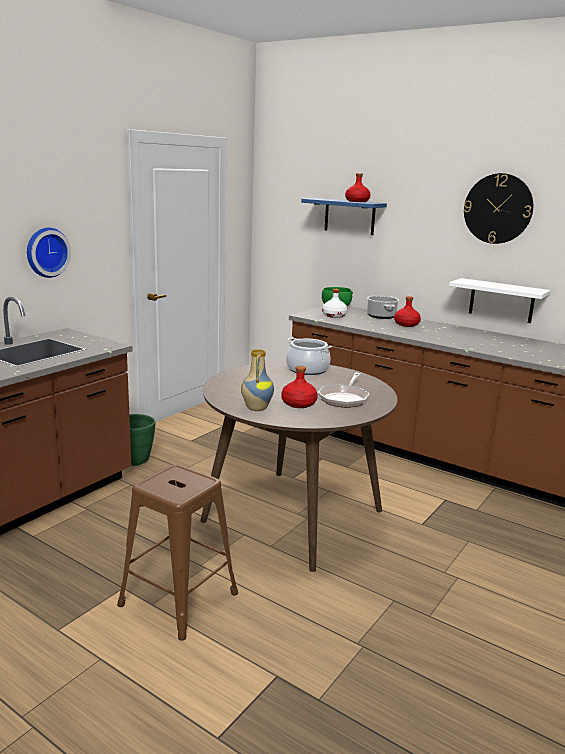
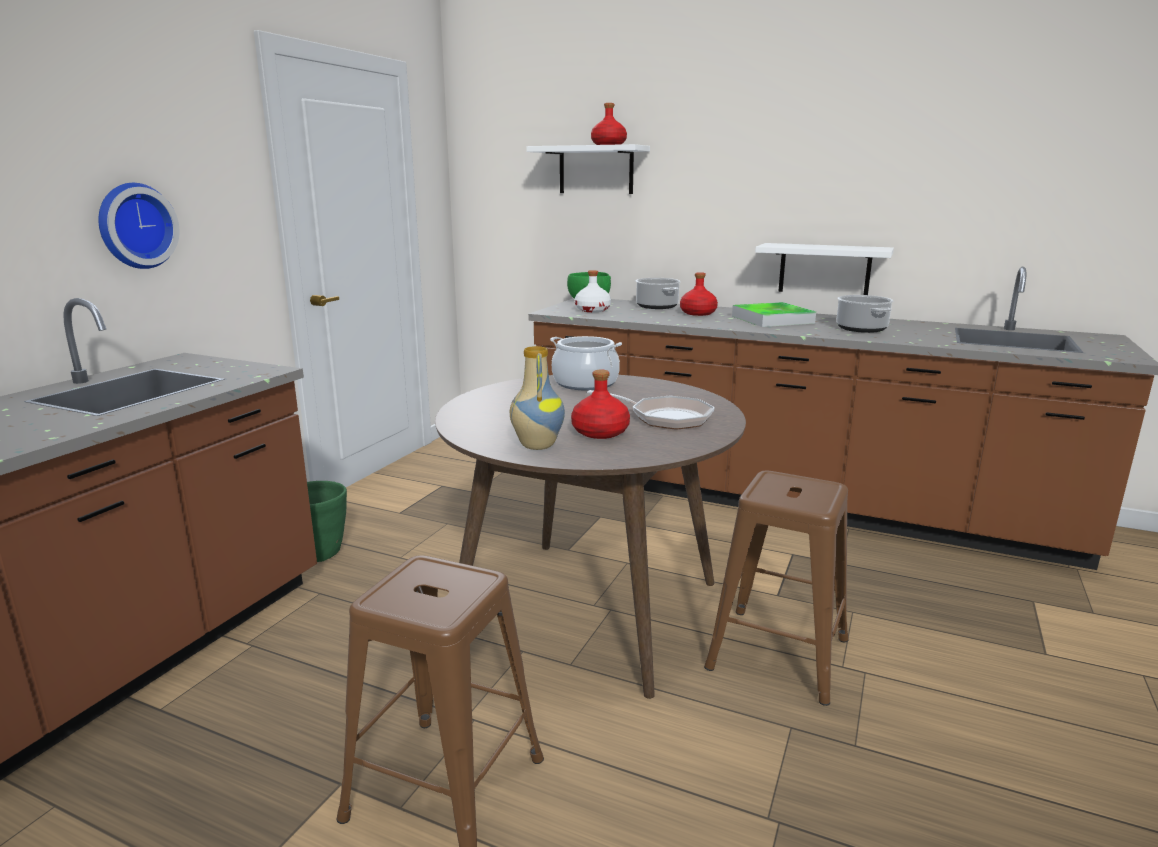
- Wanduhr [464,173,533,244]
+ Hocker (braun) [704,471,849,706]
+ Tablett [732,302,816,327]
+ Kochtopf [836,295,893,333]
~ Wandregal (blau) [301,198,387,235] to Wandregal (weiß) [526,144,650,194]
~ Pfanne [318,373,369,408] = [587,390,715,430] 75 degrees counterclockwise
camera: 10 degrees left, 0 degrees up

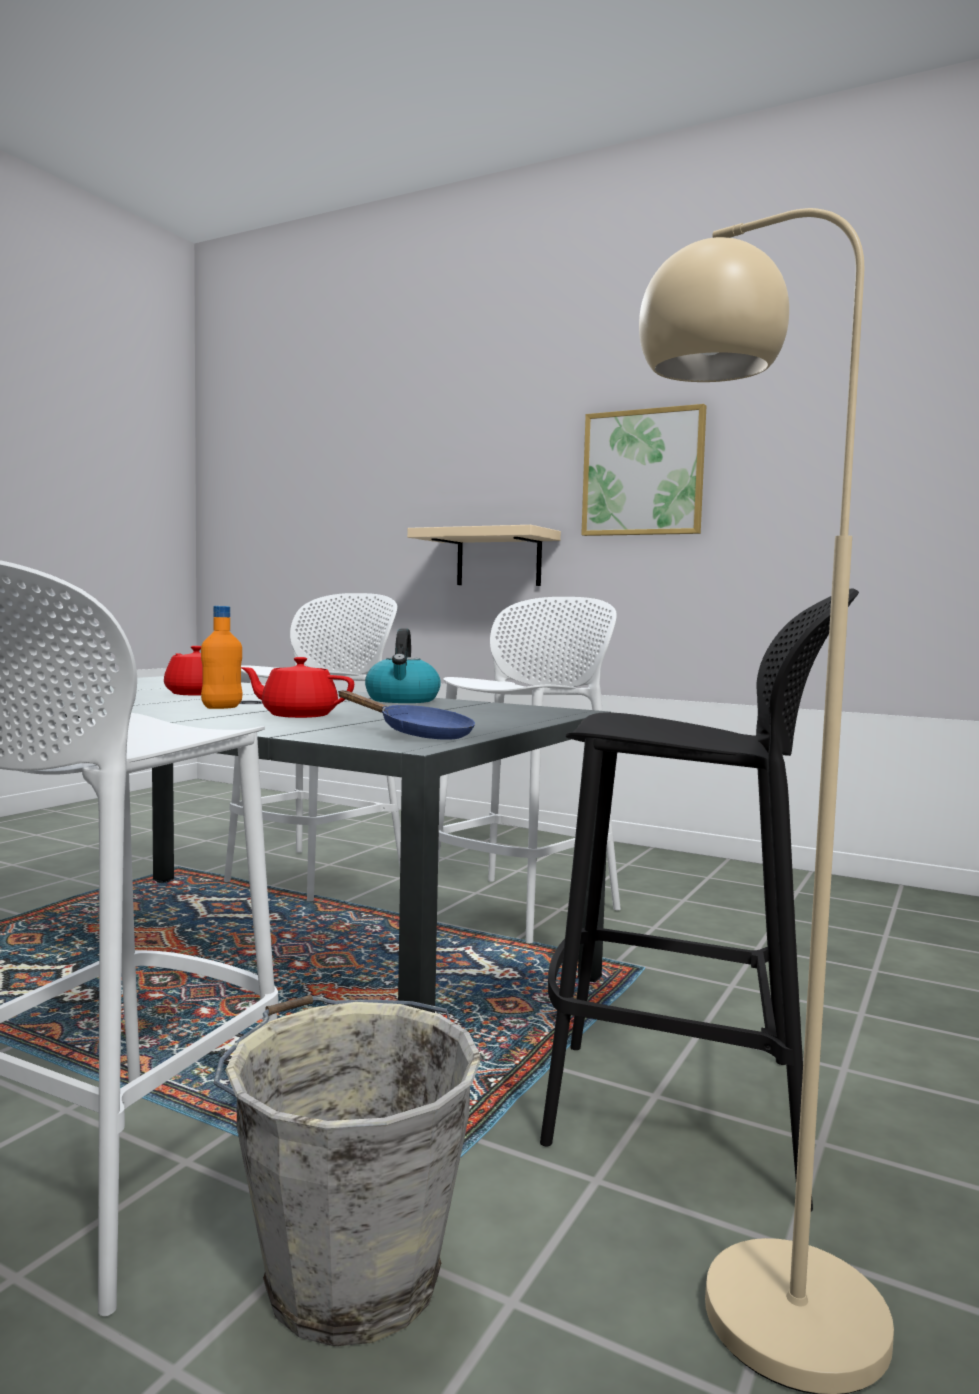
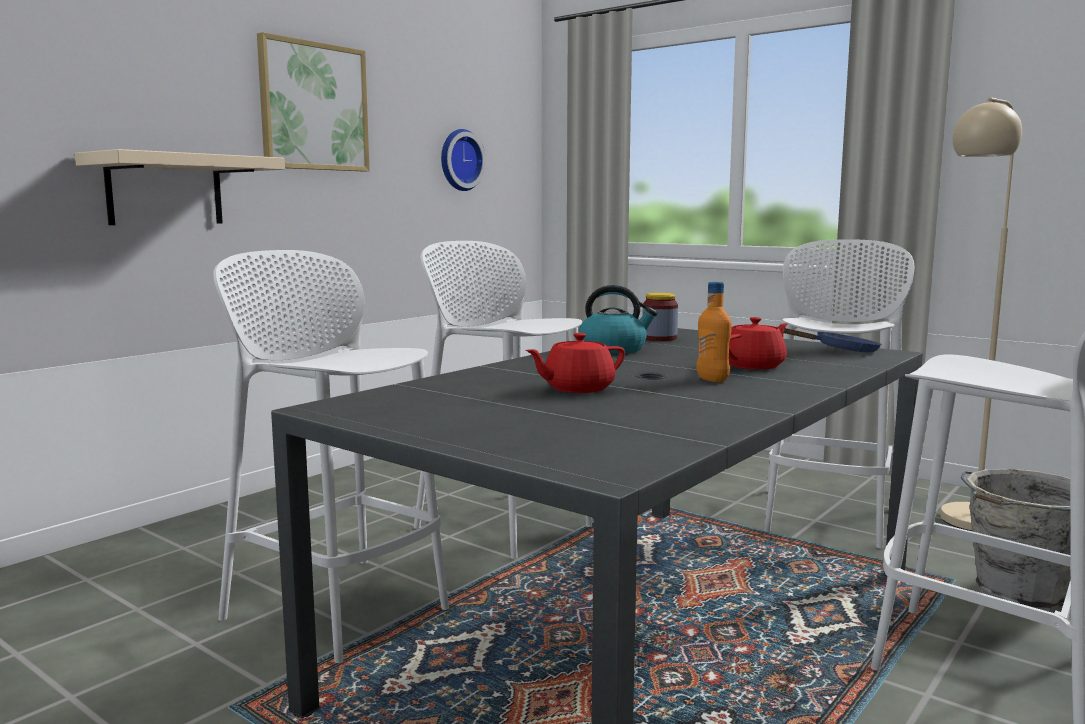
+ Wanduhr [441,129,486,191]
+ Vorratsglas [642,293,678,341]
~ Hocker (schwarz) [540,588,859,1212] to Hocker (weiß) [764,239,914,548]
~ Teekanne (rot) [240,657,354,718] = [729,317,788,370] 150 degrees counterclockwise
~ Pfanne (blau) [338,690,475,740] = [777,327,881,352] 45 degrees clockwise
camera: 80 degrees left, 5 degrees up

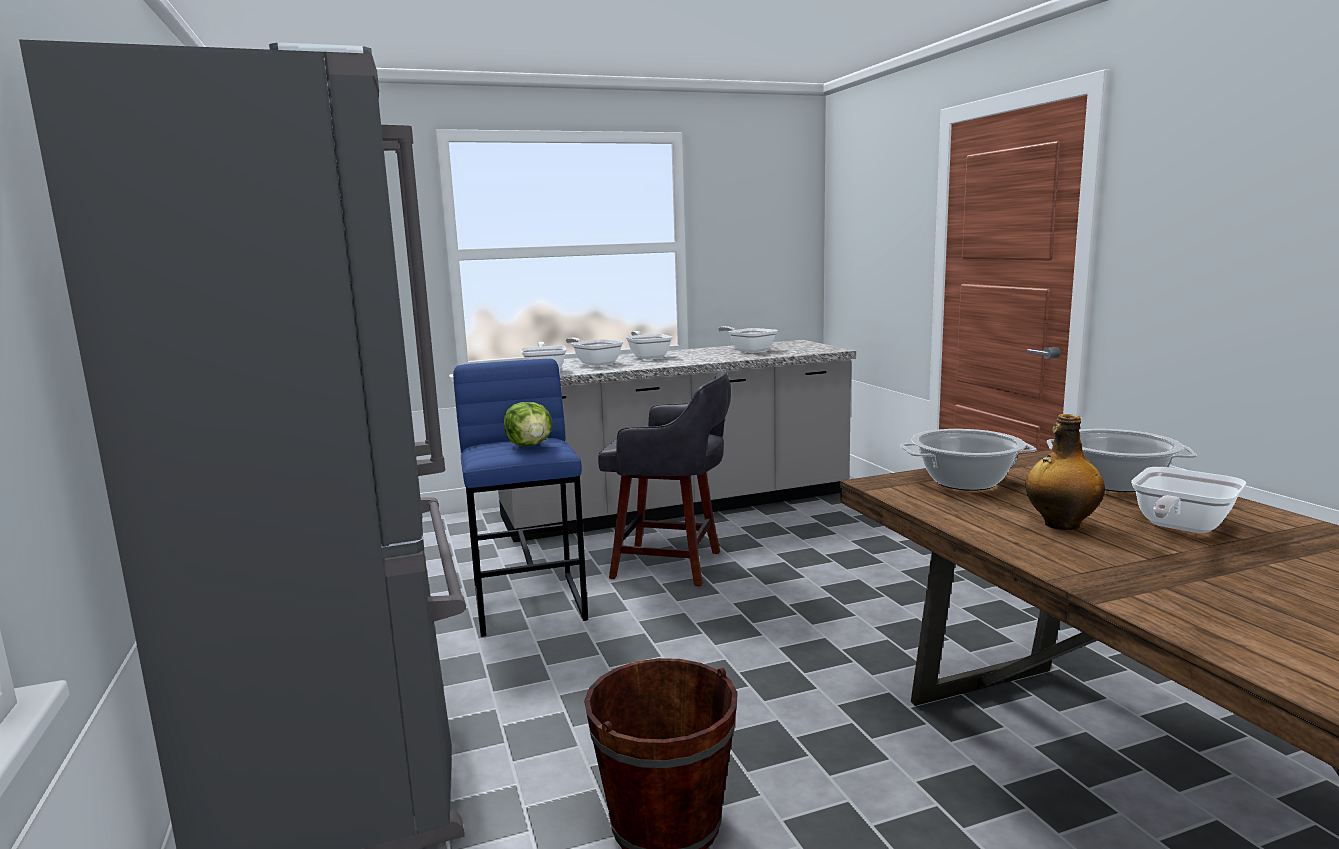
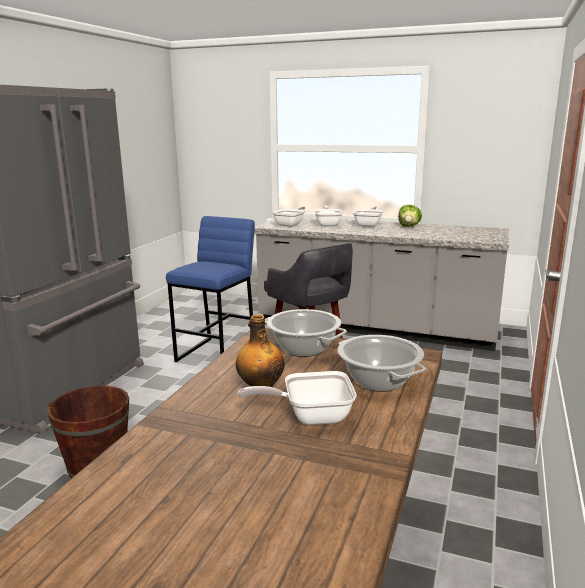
- Pfanne [718,326,778,353]
~ Salatkopf [504,402,552,446] to [398,205,422,227]
camera: 40 degrees right, 5 degrees up

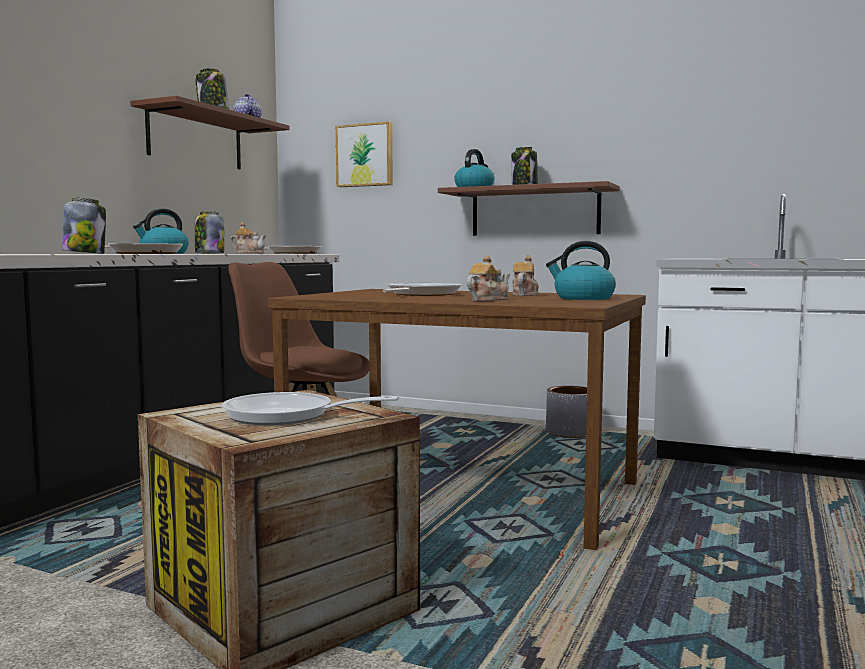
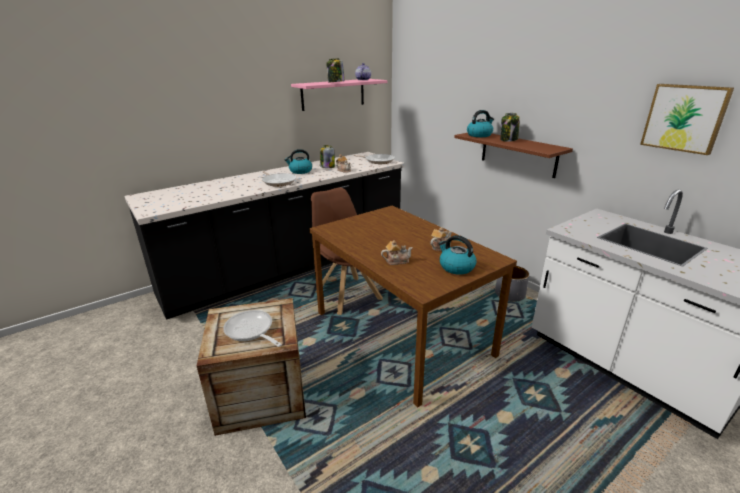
- Vorratsglas [62,197,106,254]
- Pfanne [382,283,462,296]
~ Bild [336,121,393,187] to [640,84,734,155]
~ Wandregal (braun) [130,96,290,170] to Wandregal (rosa) [291,79,387,111]
camera: 30 degrees right, 20 degrees up

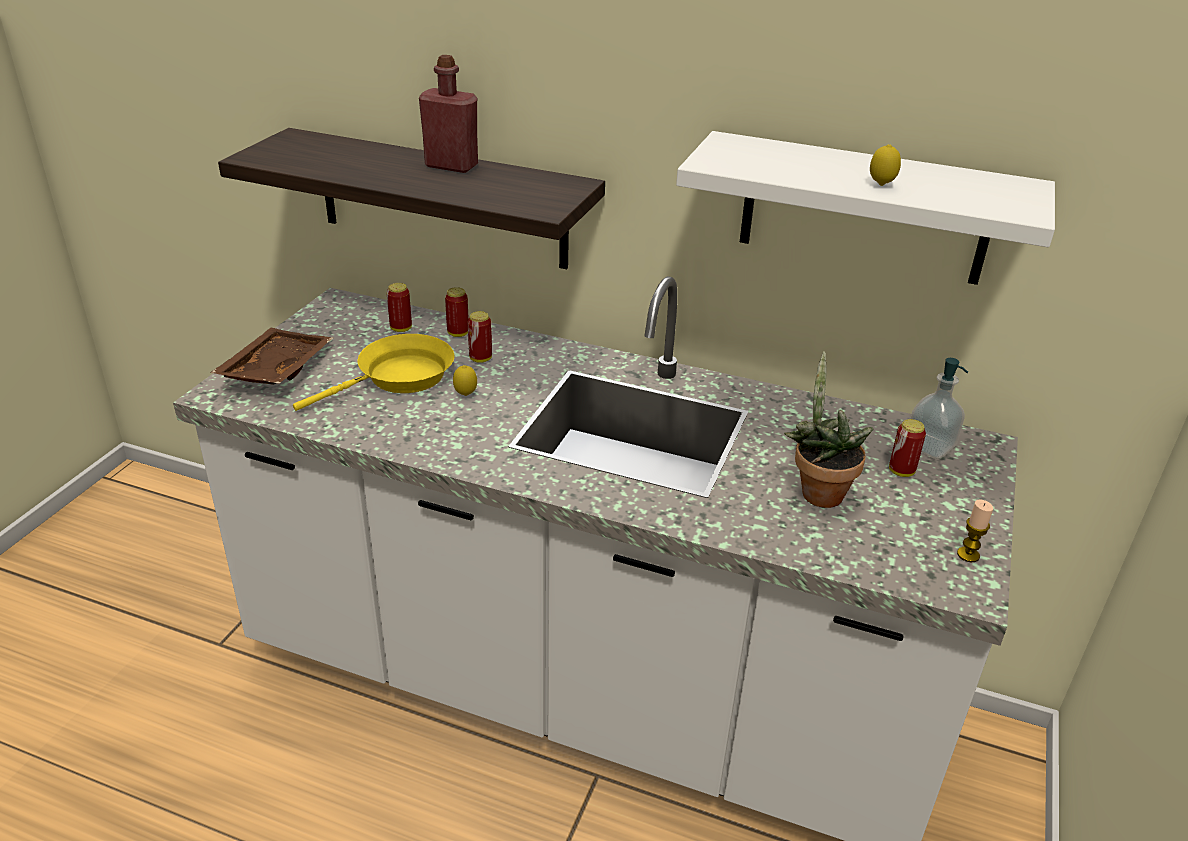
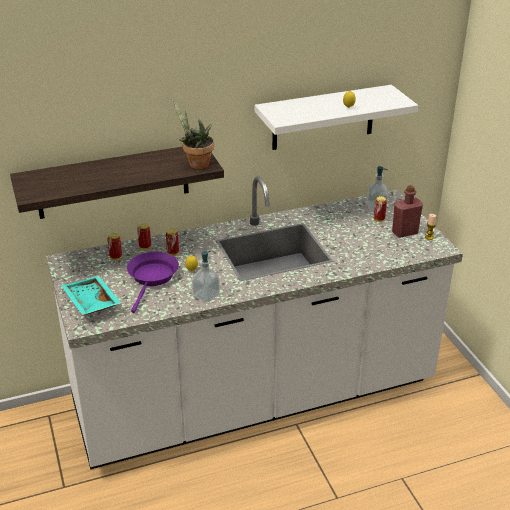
+ Seifenspender [192,251,220,302]
~ Flasche (rot) [419,55,478,173] to [392,185,423,238]
~ Topfpflanze [784,351,873,508] to [173,101,214,169]
~ Tablett (braun) [210,328,333,385] to Tablett (türkis) [61,275,121,315]
~ Pfanne (gelb) [293,334,454,411] to Pfanne (lila) [127,252,179,313]
camera: 40 degrees left, 0 degrees up

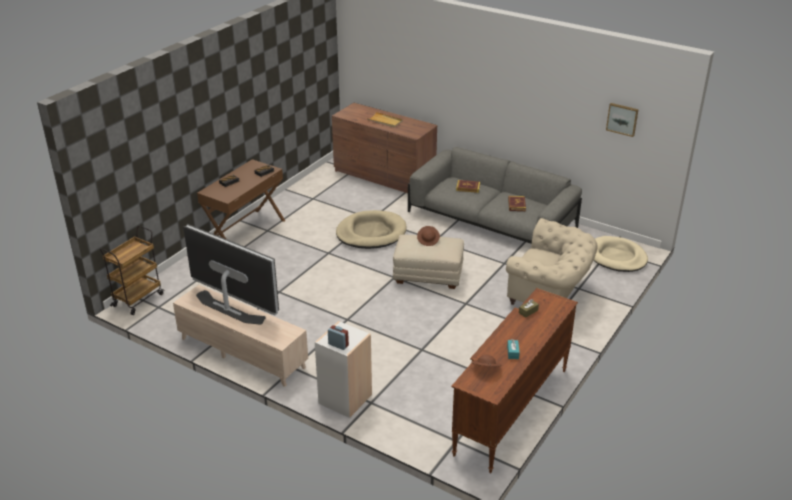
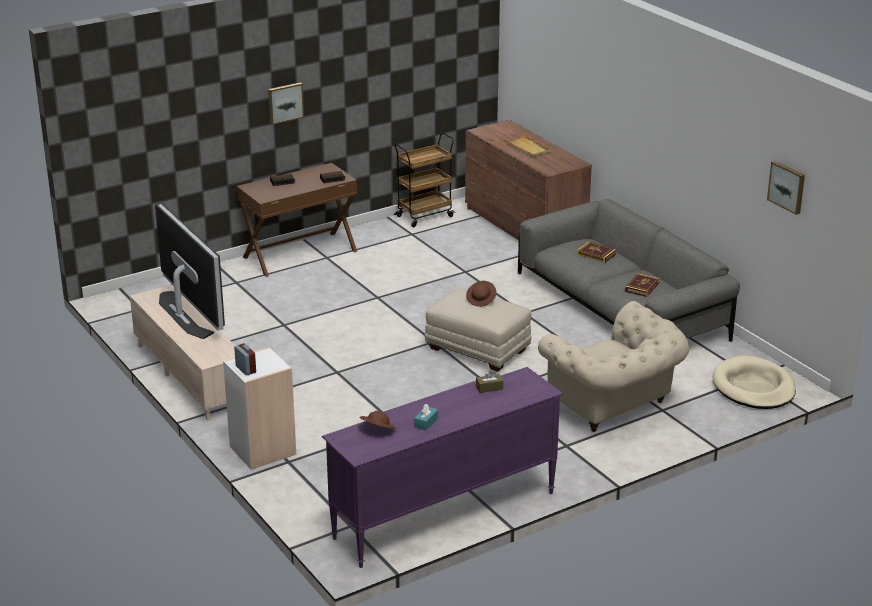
- Hundebett (beige) [336,210,407,249]
+ Bild [268,82,304,125]
~ Rollwagen (braun) [100,226,164,315] to [394,132,454,227]
~ Schrank (braun) [451,288,578,473] to Schrank (lila) [322,367,563,568]
camera: 25 degrees right, 5 degrees down

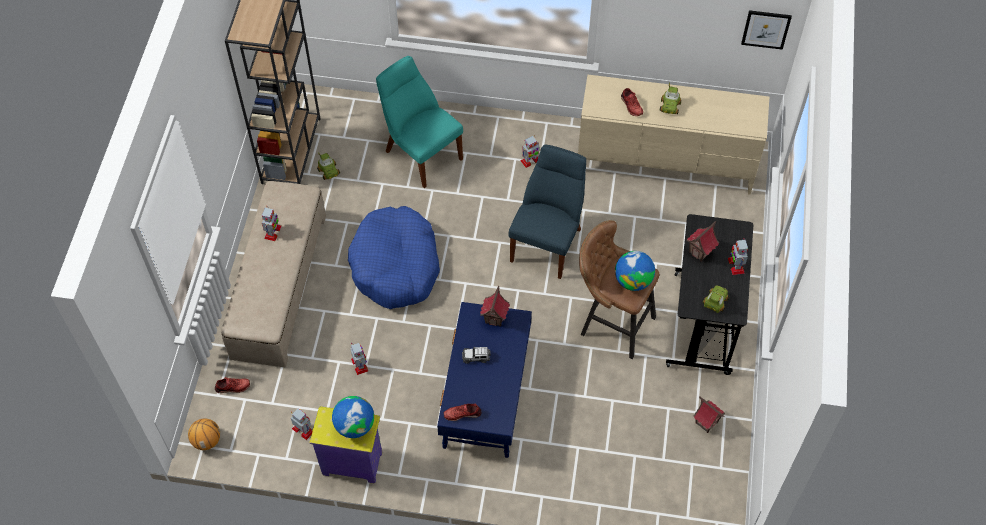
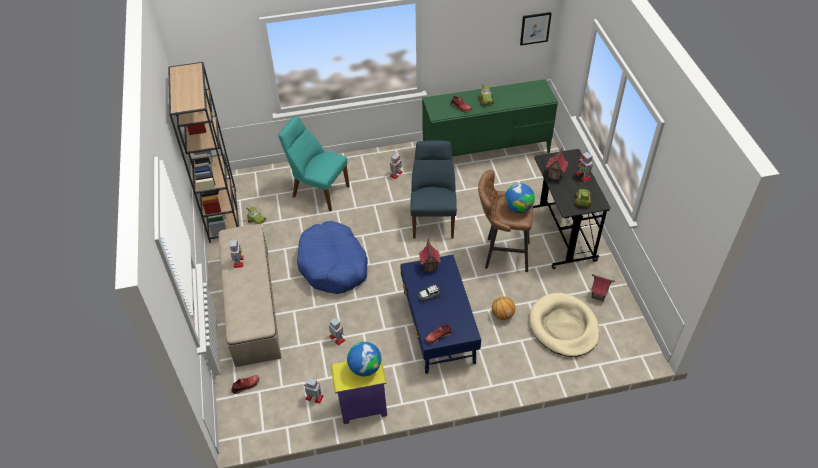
+ Hundebett (beige) [529,293,600,357]
~ Basketball [188,419,220,450] to [492,296,515,320]
~ Kommode (beige) [578,75,769,195] to Kommode (grün) [422,79,558,157]
camera: 20 degrees left, 10 degrees down

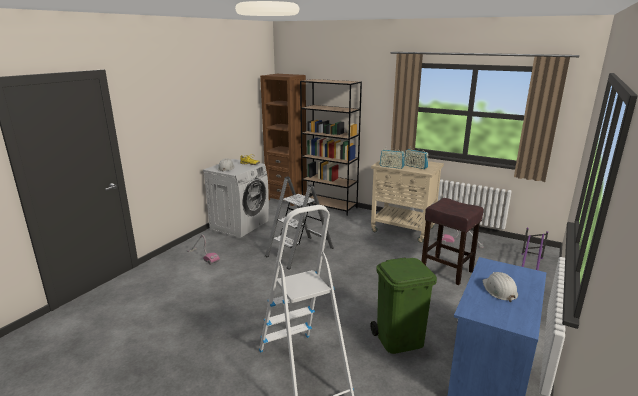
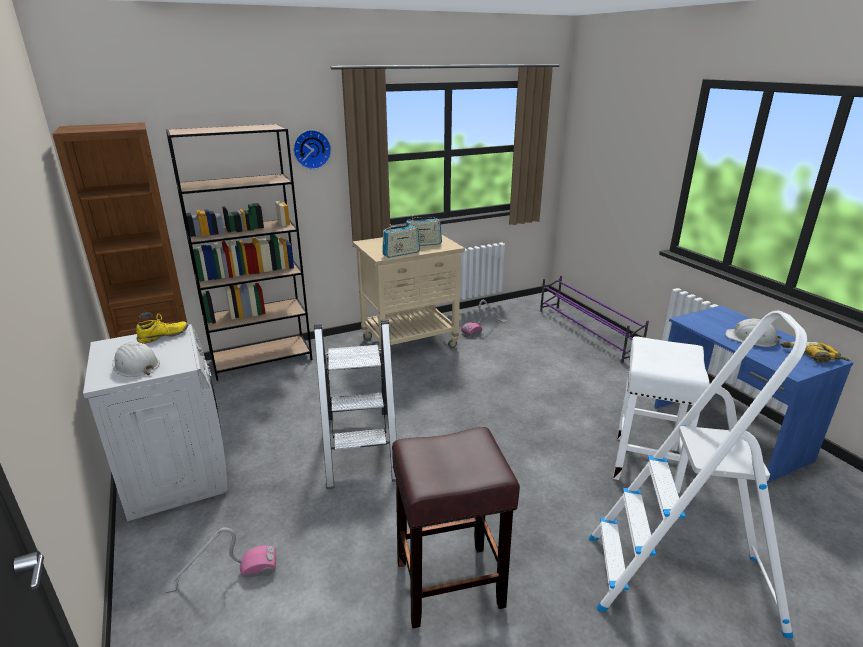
+ Wanduhr [293,130,331,170]
+ Bohrmaschine [781,341,850,363]
~ Hocker (braun) [421,198,484,285] to [392,427,520,628]
~ Mülleimer (grün) [371,258,437,354] to Hocker (weiß) [613,336,710,493]
camera: 55 degrees left, 5 degrees up

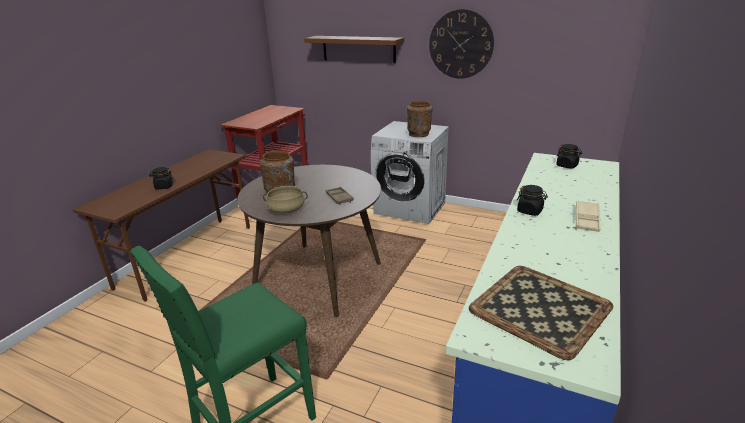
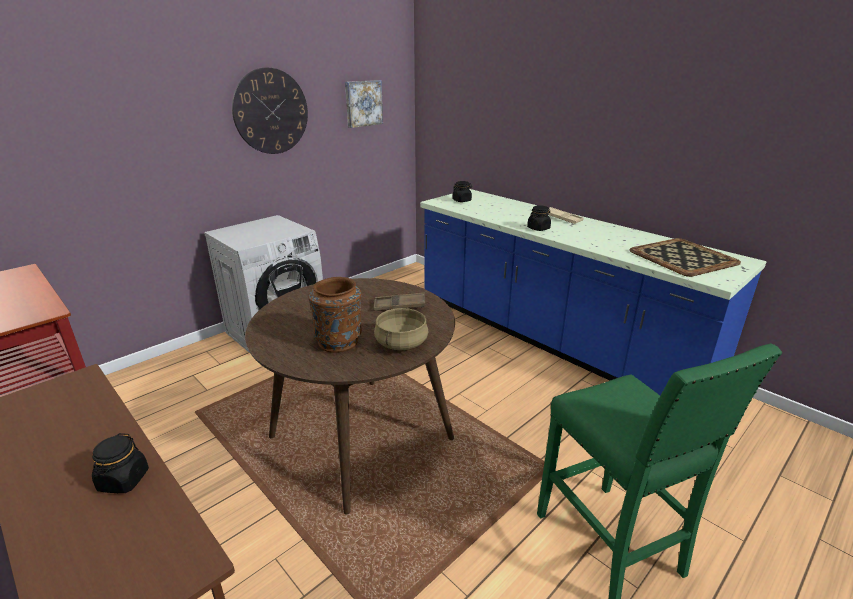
- Wandregal (braun) [304,36,404,63]
- Vase (braun) [407,100,433,137]
+ Bild [345,80,383,128]
camera: 70 degrees left, 0 degrees up

